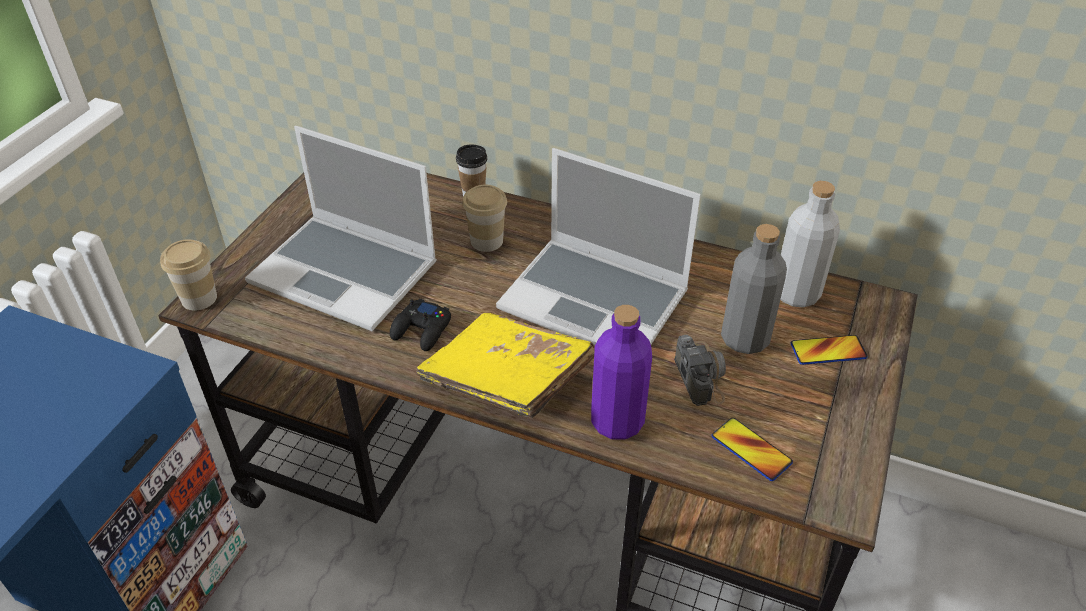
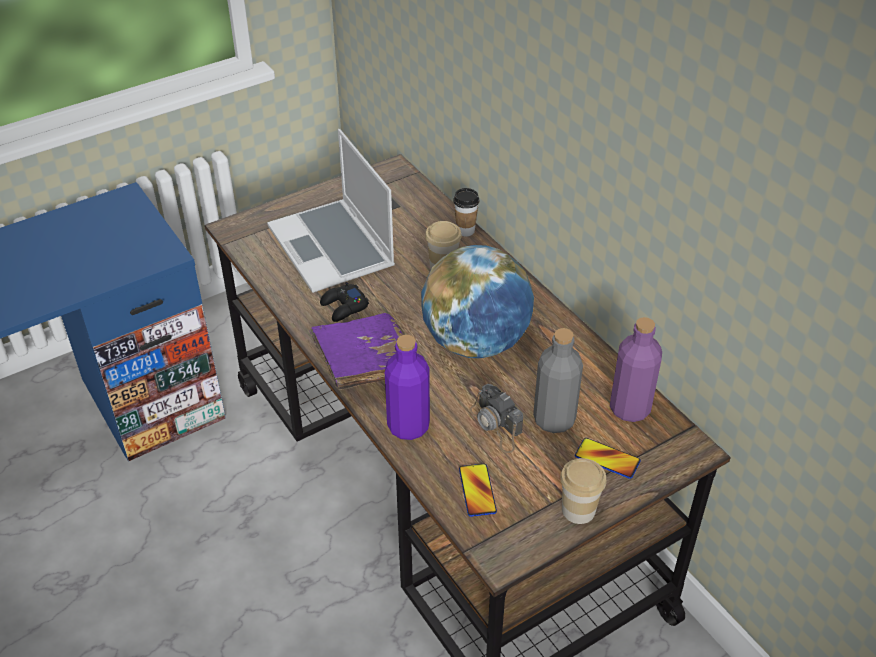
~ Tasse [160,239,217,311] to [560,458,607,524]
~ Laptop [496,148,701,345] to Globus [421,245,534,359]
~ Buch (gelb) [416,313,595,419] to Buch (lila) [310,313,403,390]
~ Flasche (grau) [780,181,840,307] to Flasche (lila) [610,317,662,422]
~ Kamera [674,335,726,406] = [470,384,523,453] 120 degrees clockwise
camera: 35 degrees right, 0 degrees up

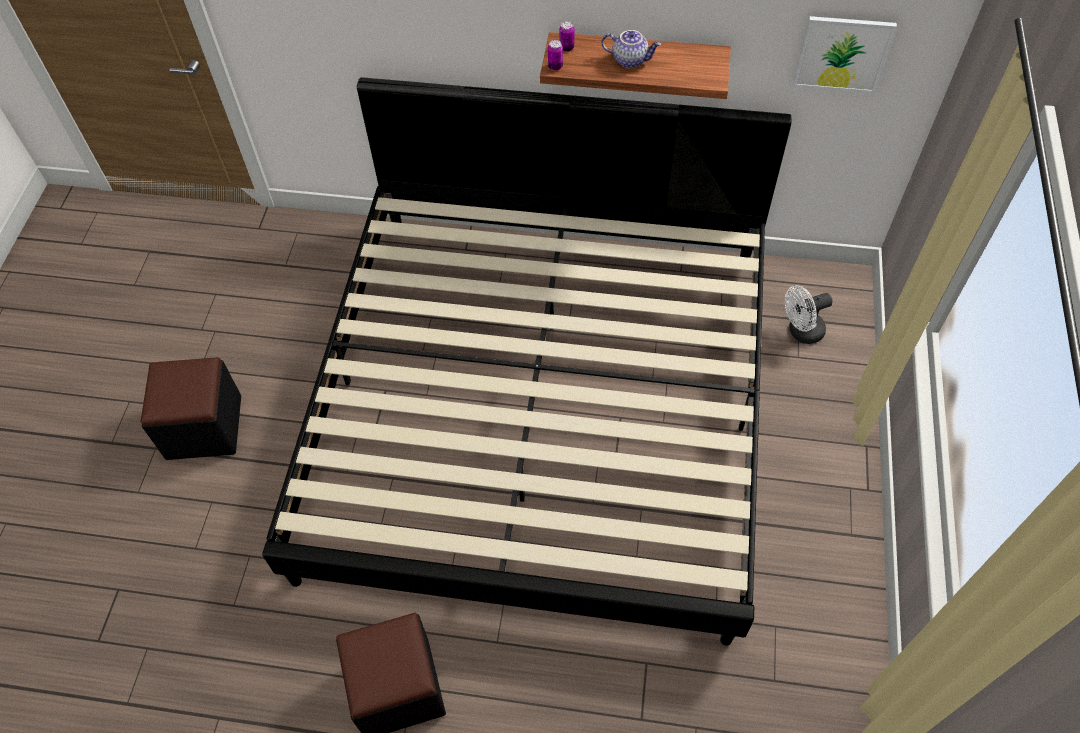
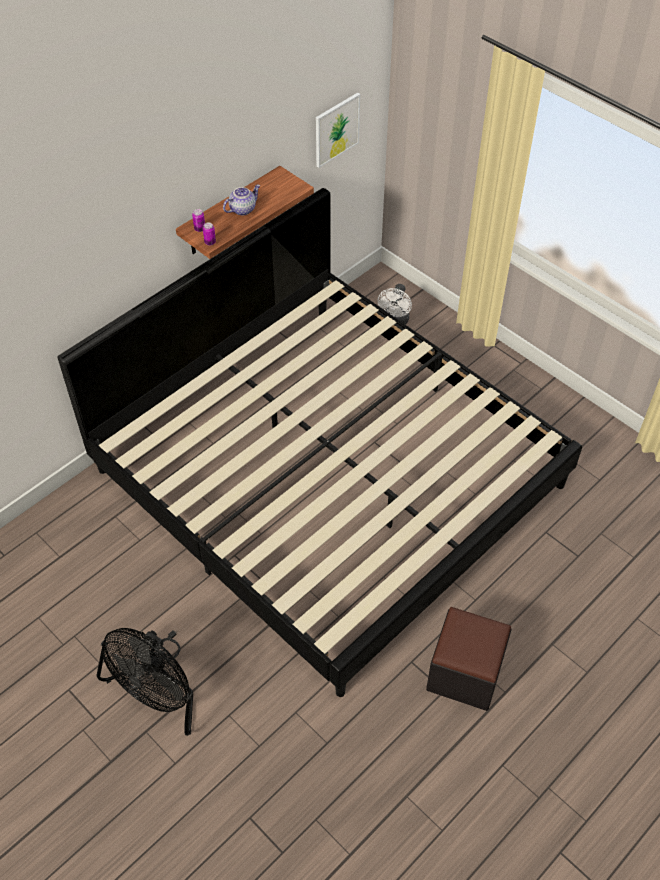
~ Polsterhocker (schwarz) [141,357,241,460] to Ventilator (schwarz) [97,628,193,736]
camera: 55 degrees left, 5 degrees down

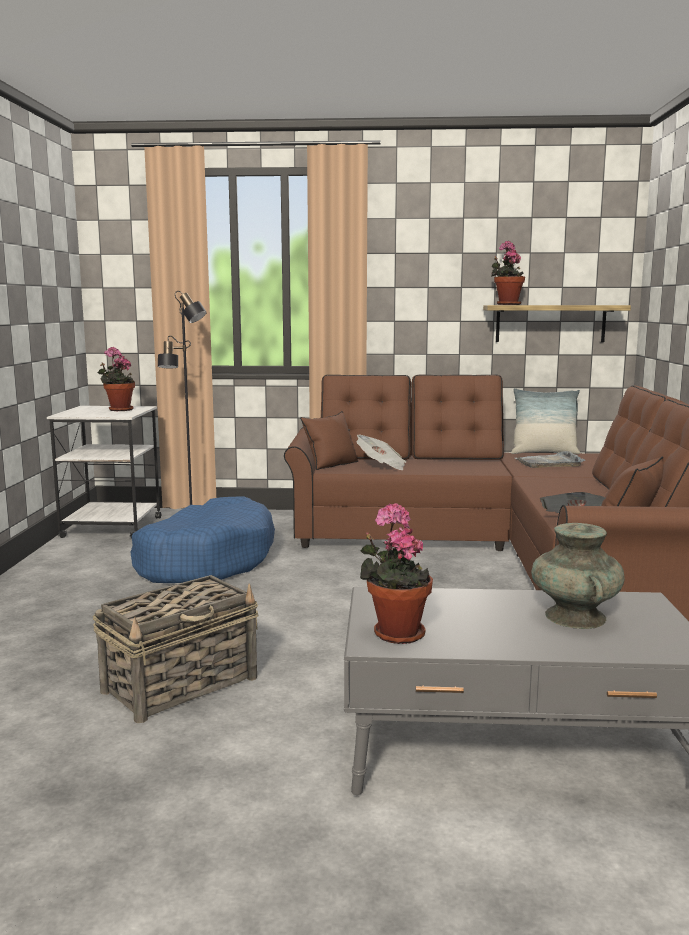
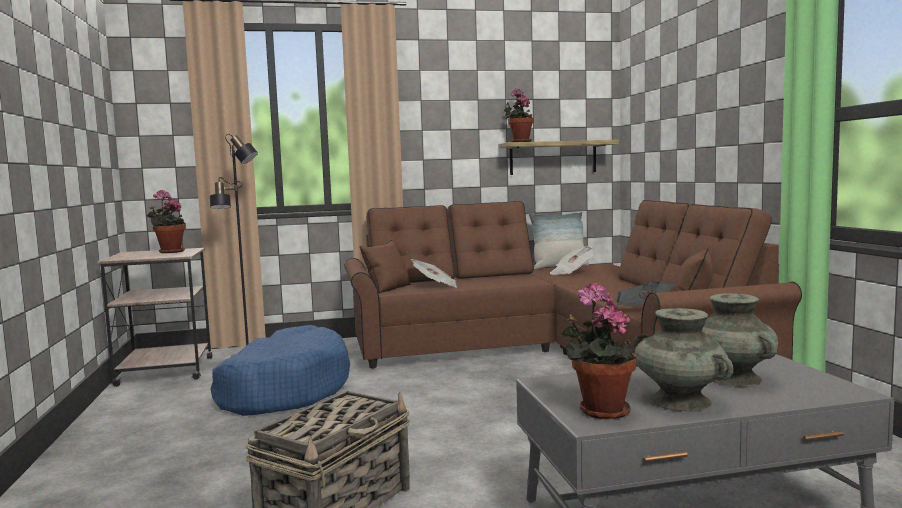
+ Vase (türkis) [634,308,734,411]
~ Tablett (grau) [515,451,585,468] to Zeitung [550,246,595,275]
~ Rollwagen (weiß) [47,406,161,538] to Rollwagen (braun) [97,248,212,387]
camera: 15 degrees left, 5 degrees down

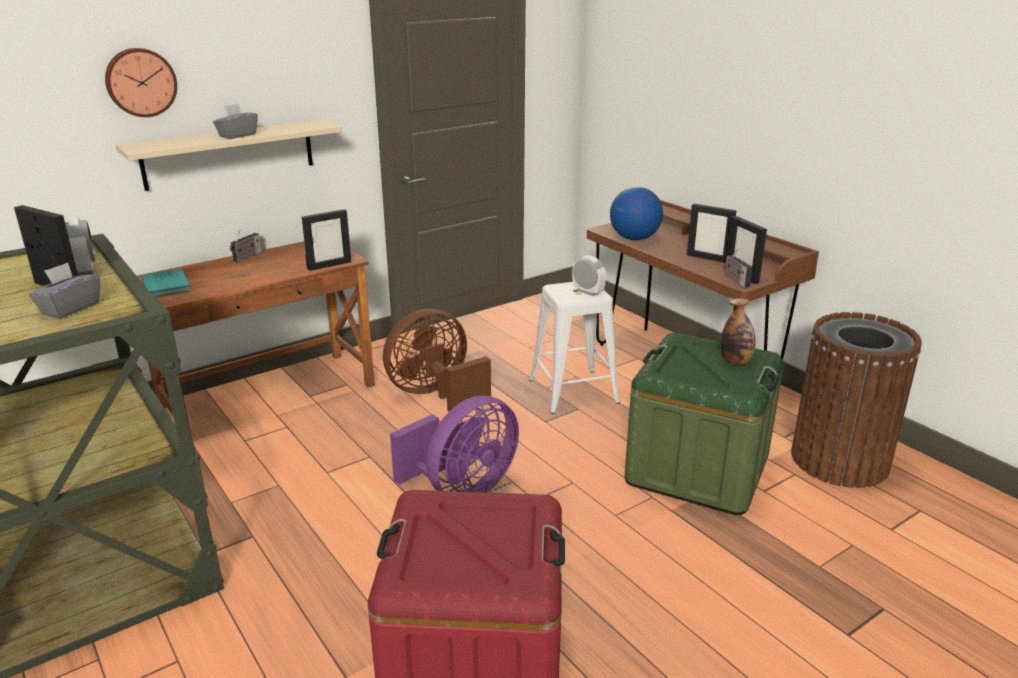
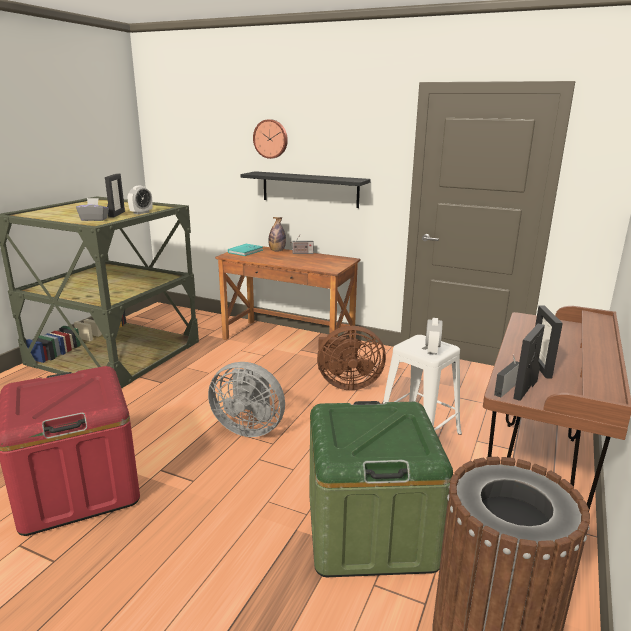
- Taschentuchbox (grau) [213,104,258,139]
- Bilderrahmen [302,209,351,271]
- Globus [610,187,663,240]
~ Flasche [721,298,755,364] to [269,217,286,251]
~ Wandregal (beige) [116,119,342,191] to Wandregal (schwarz) [240,171,371,208]
~ Ventilator (lila) [390,396,519,493] to Ventilator (grau) [208,362,285,437]
~ Ventilator (braun) [383,308,491,411] = [317,326,386,390] 150 degrees clockwise
camera: 60 degrees right, 5 degrees down

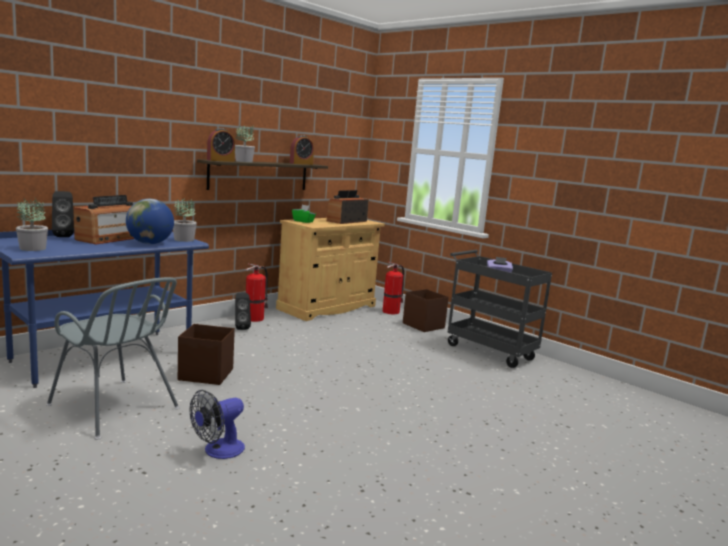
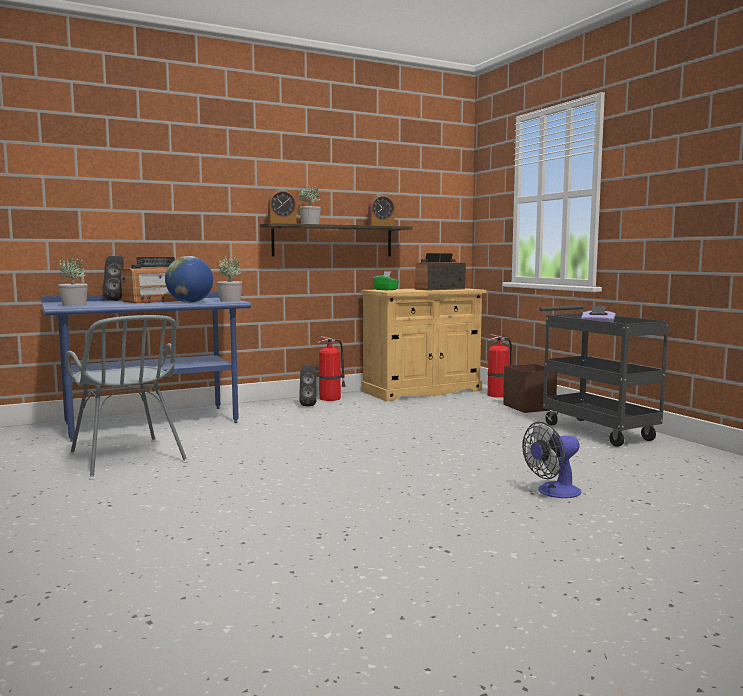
- Aufbewahrungsbox (braun) [178,324,235,385]
~ Ventilator [189,390,245,459] to [522,422,581,498]
camera: 20 degrees right, 5 degrees down

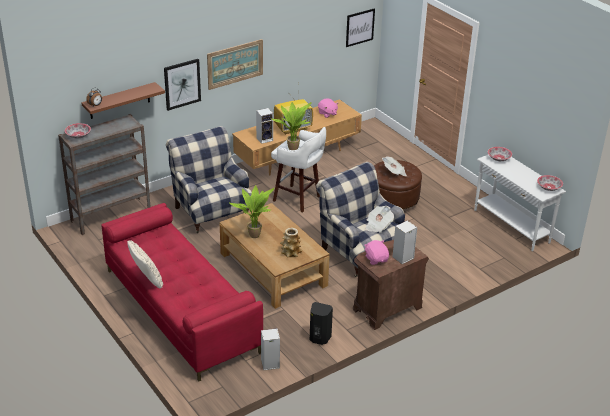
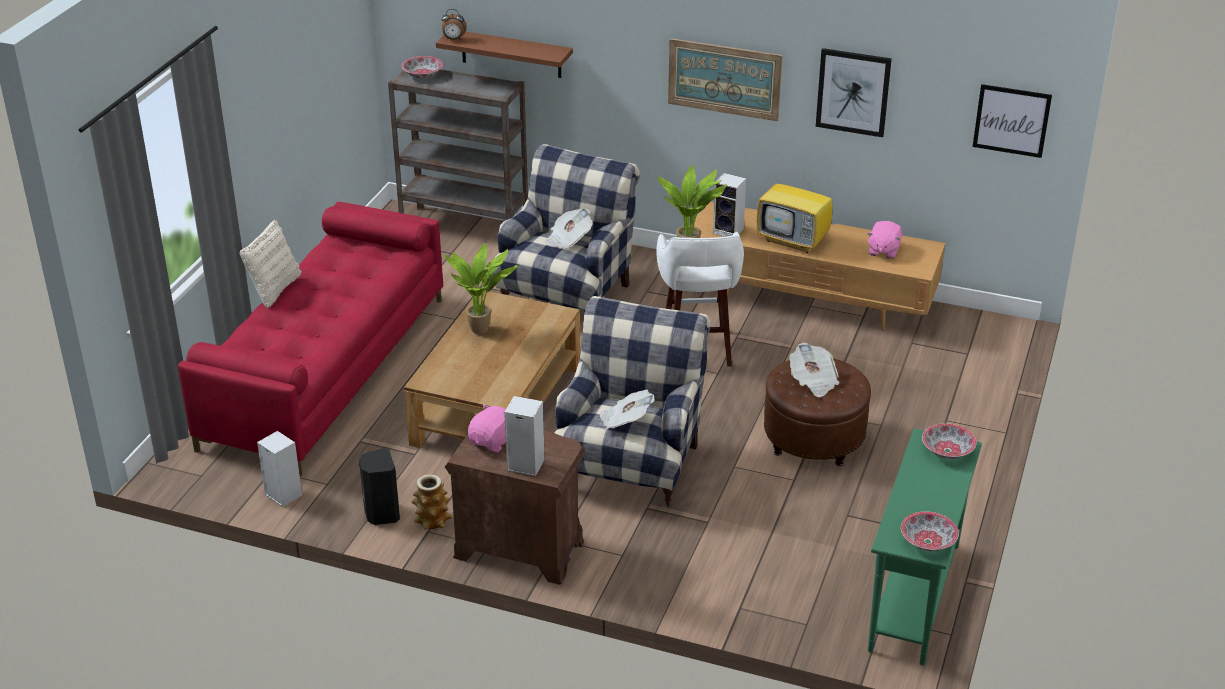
+ Zeitung [545,209,593,249]
~ Bild [164,59,201,111] to [816,48,892,137]
~ Vase [280,228,302,258] to [411,475,452,530]
~ Konsolentisch (weiß) [474,155,566,252] to Konsolentisch (grün) [868,428,982,666]
camera: 55 degrees right, 0 degrees up

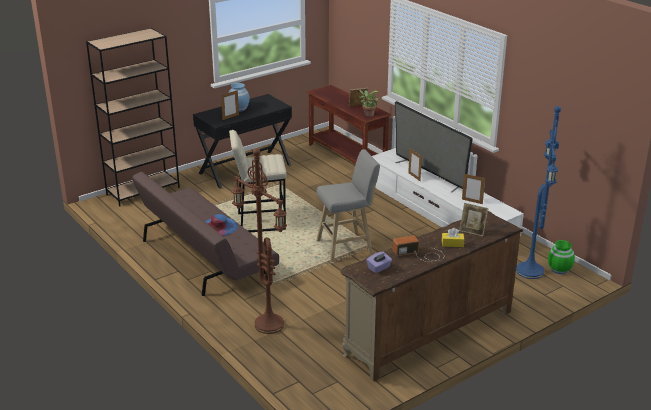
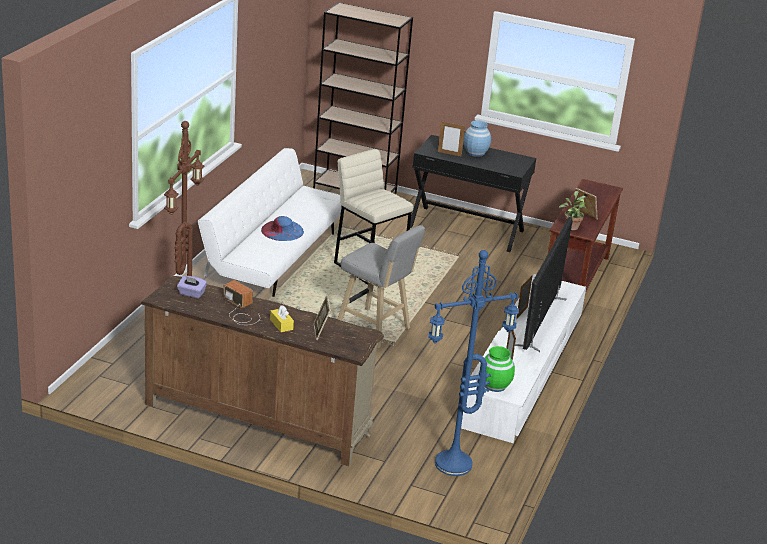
~ Vase (grün) [548,240,575,274] to [480,346,515,392]
~ Sofa (braun) [132,172,279,296] to Sofa (weiß) [198,148,345,297]
camera: 55 degrees right, 0 degrees up

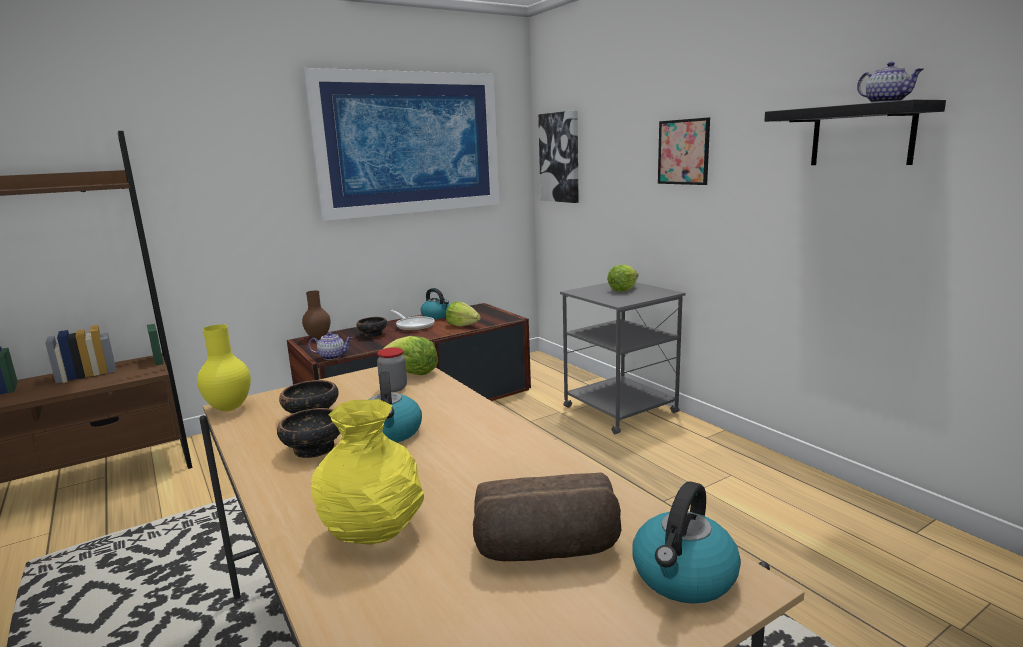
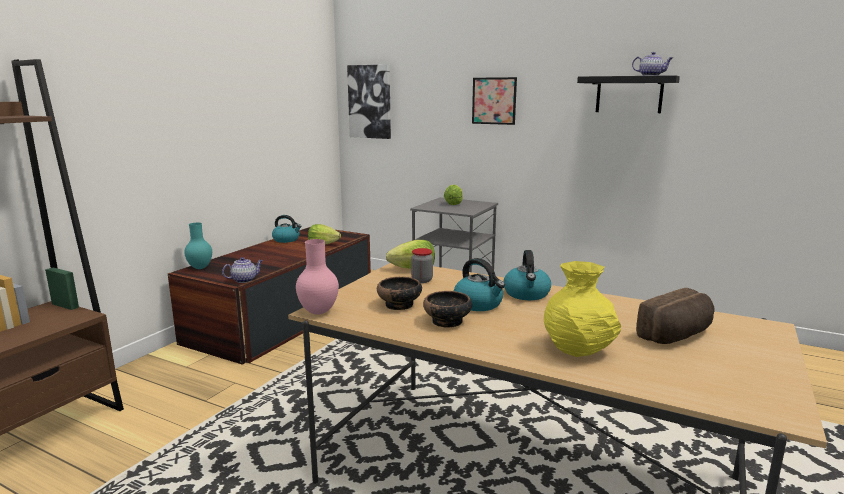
- Bild [303,68,500,221]
- Schüssel [356,317,387,338]
- Pfanne [391,310,435,331]
~ Wasserkessel [632,481,741,604] to [503,250,551,300]
~ Vase (gelb) [197,324,251,411] to Vase (rosa) [296,239,339,315]
~ Vase (braun) [302,291,330,339] to Vase (türkis) [184,223,212,269]
camera: 30 degrees left, 0 degrees up

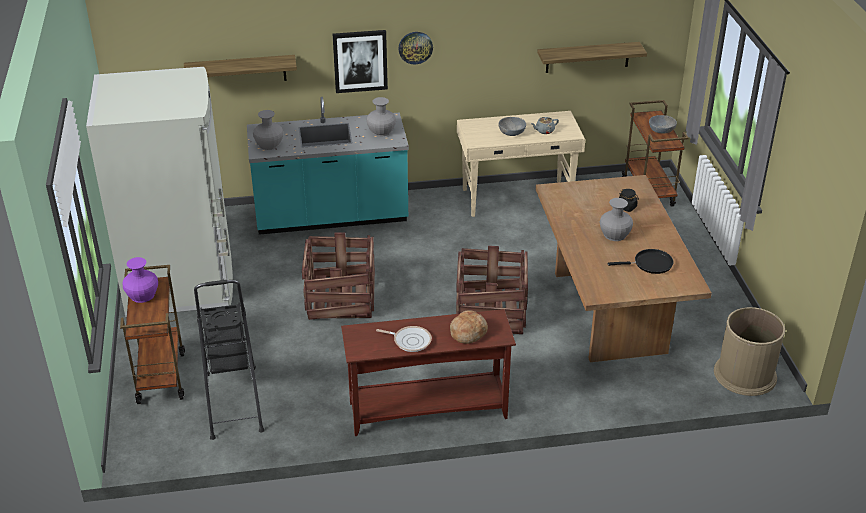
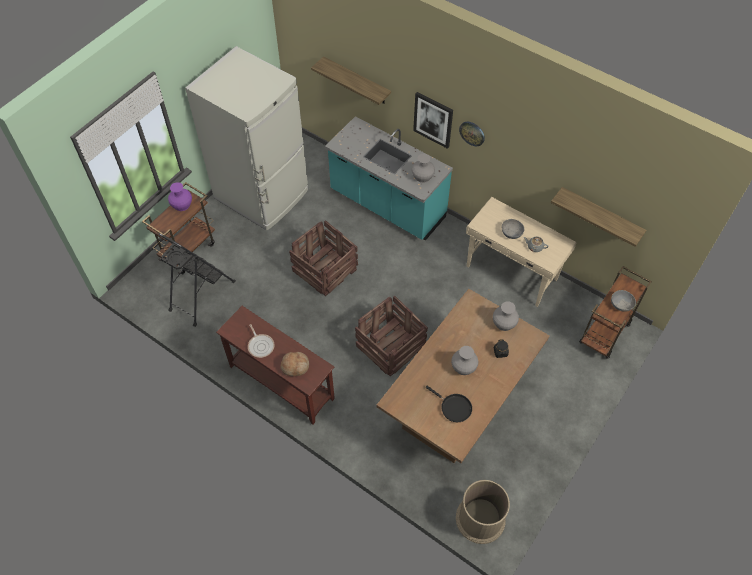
~ Vase (grau) [253,110,283,150] to [493,301,519,331]
camera: 45 degrees right, 20 degrees up

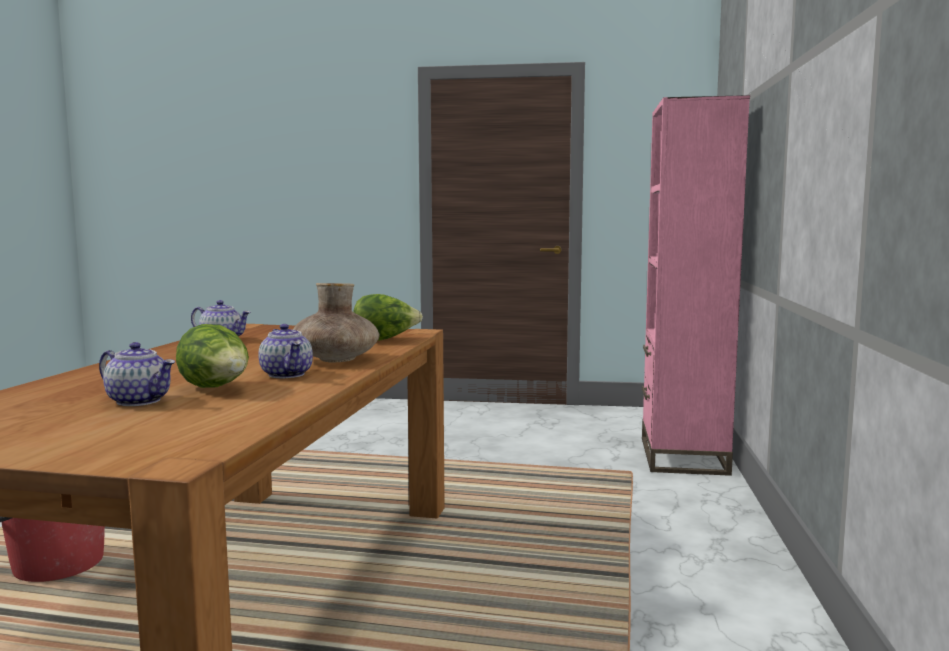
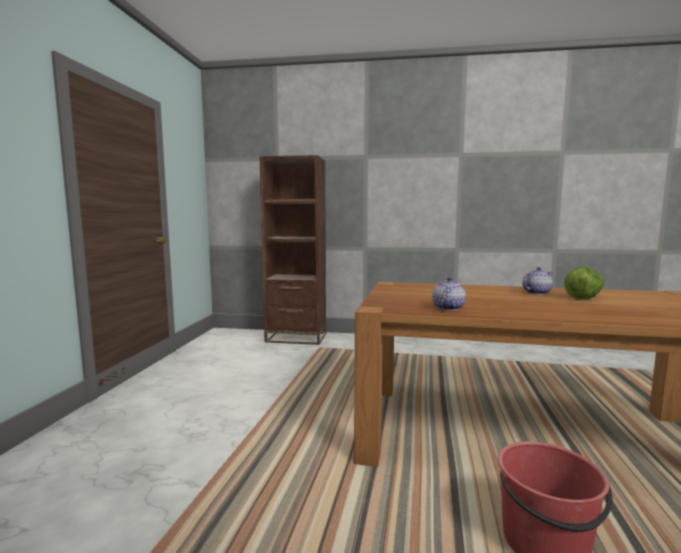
- Teekanne [99,342,175,406]
- Vase (braun) [293,283,379,362]
- Salatkopf [354,294,423,341]
~ Bücherregal (rosa) [642,95,750,476] to Bücherregal (braun) [260,155,326,345]
camera: 90 degrees left, 0 degrees up

